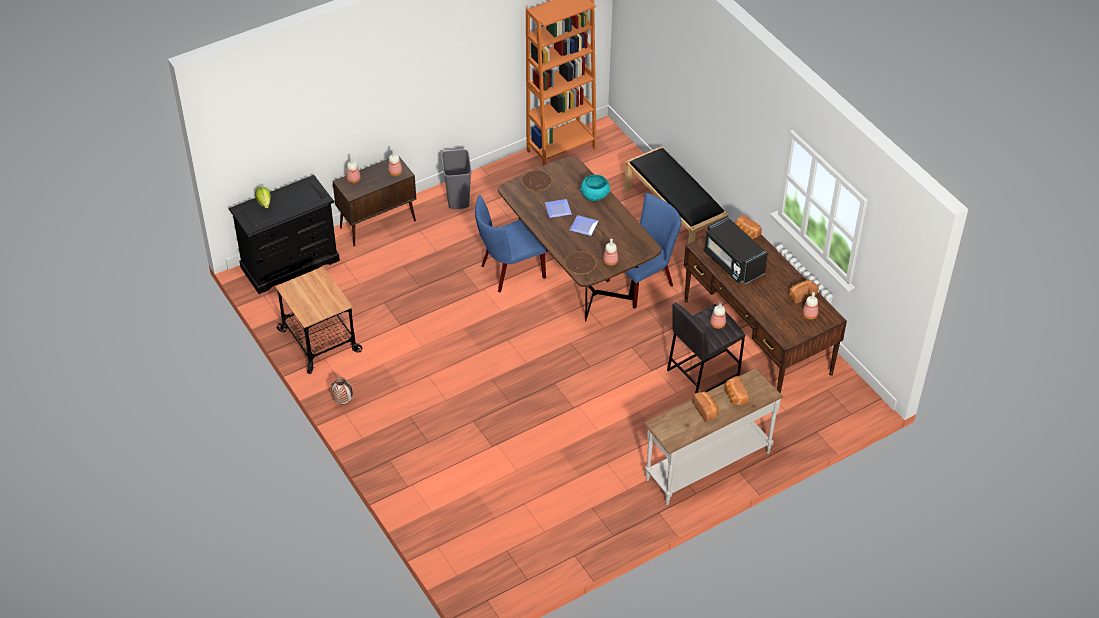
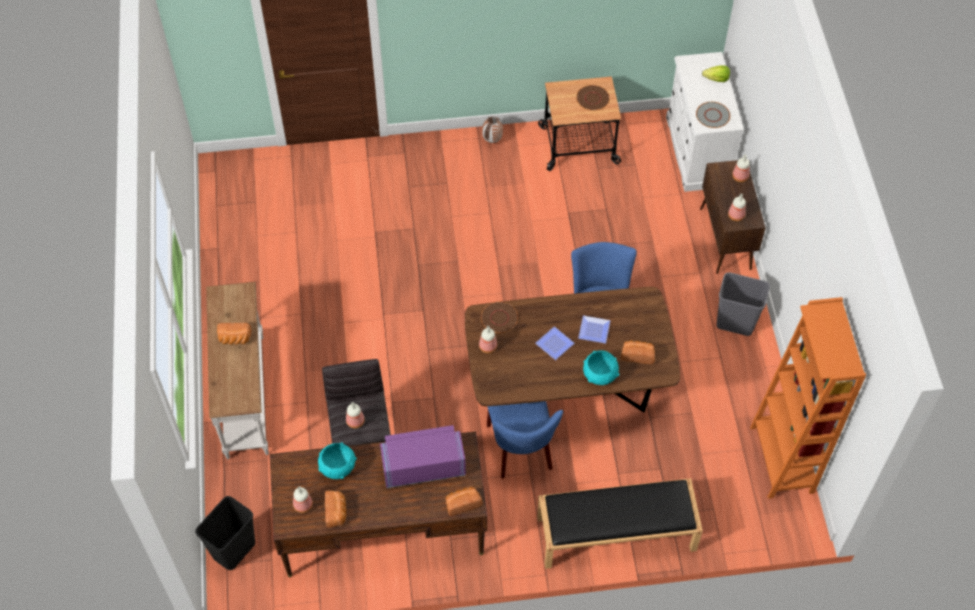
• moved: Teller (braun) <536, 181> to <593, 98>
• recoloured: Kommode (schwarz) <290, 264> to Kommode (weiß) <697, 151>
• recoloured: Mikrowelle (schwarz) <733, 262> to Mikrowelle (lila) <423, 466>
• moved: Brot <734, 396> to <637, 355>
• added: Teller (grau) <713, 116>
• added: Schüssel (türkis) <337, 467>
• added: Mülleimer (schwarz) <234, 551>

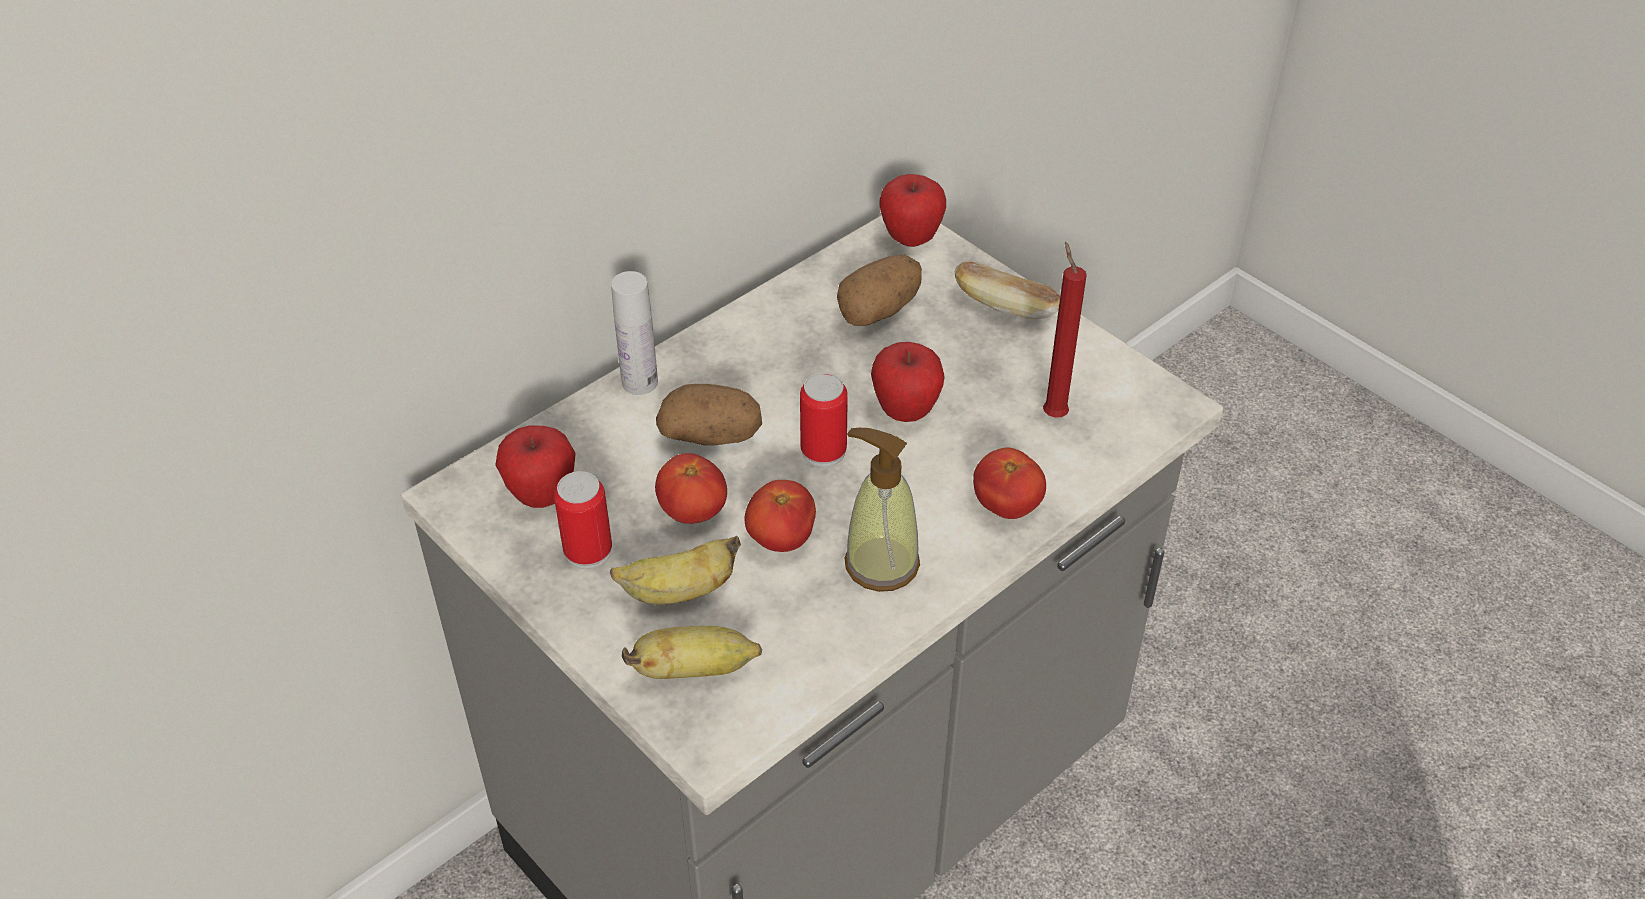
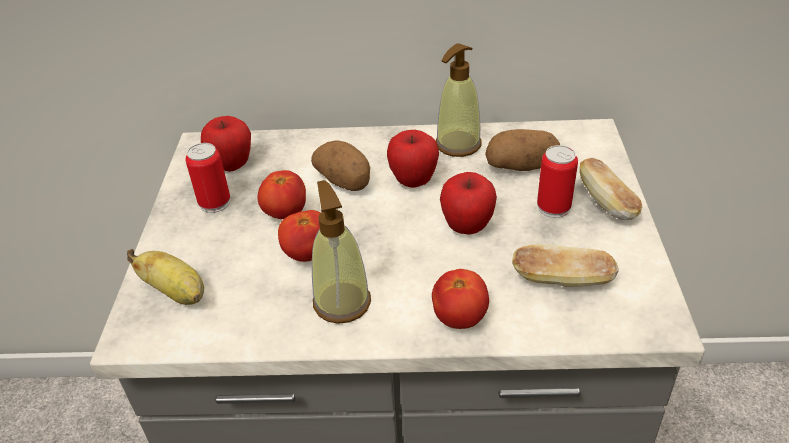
• moved: Apfel <911, 238> to <413, 181>
• replaced: Kerze (rot) <1052, 413> to Brot <562, 280>
• removed: Flasche (weiß) <640, 382>
• moved: Dose <823, 451> to <553, 207>
• removed: Banane <678, 592>
• added: Seifenspender <458, 144>

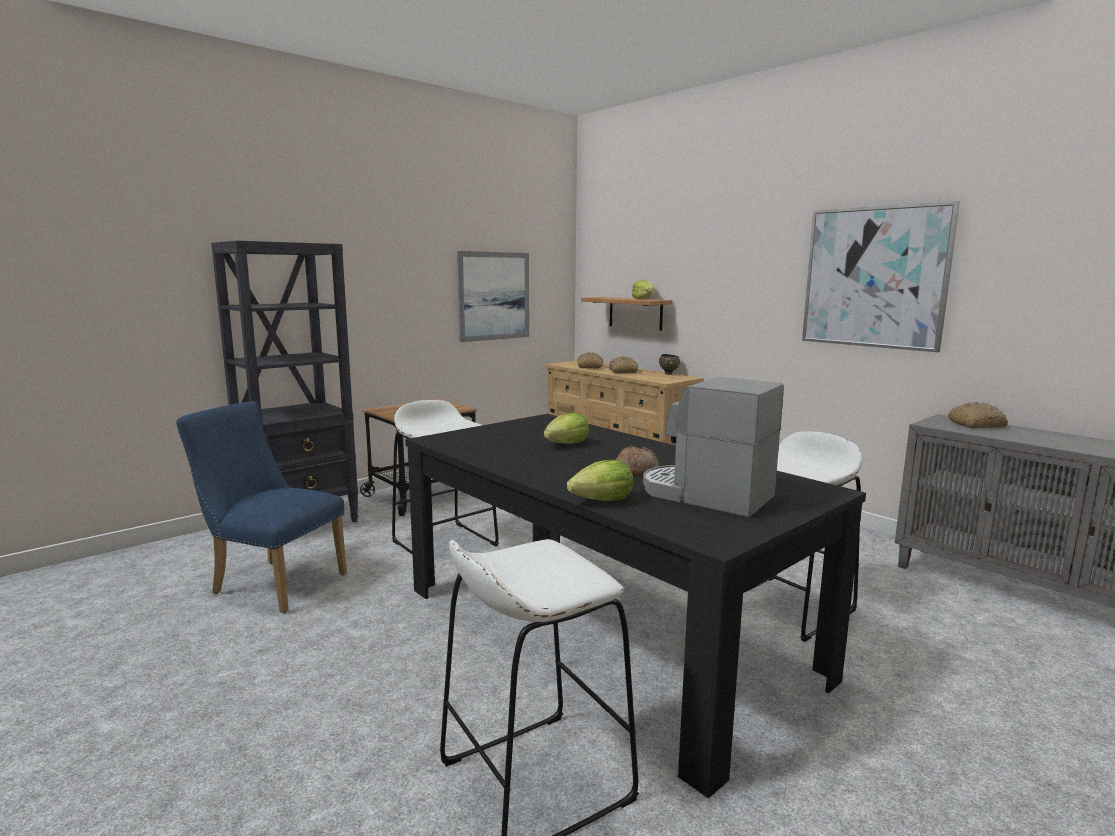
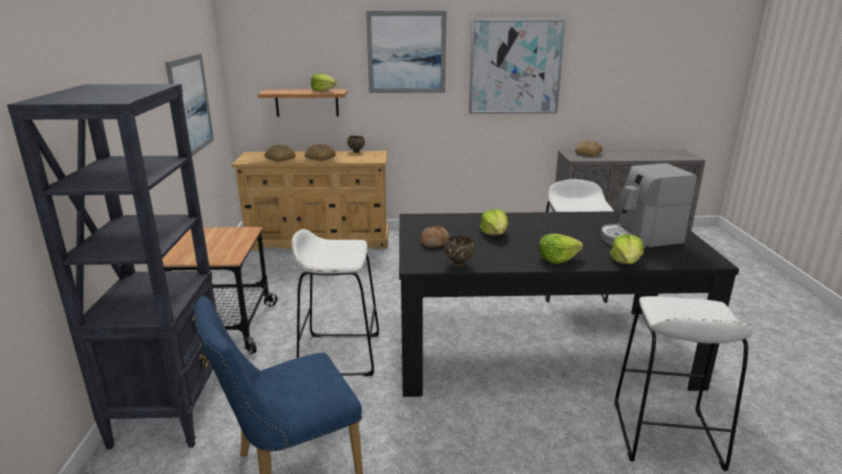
• moved: Brot <637, 470> to <434, 242>
• added: Bild <406, 52>
• added: Salatkopf <557, 259>
• added: Schüssel (braun) <459, 264>

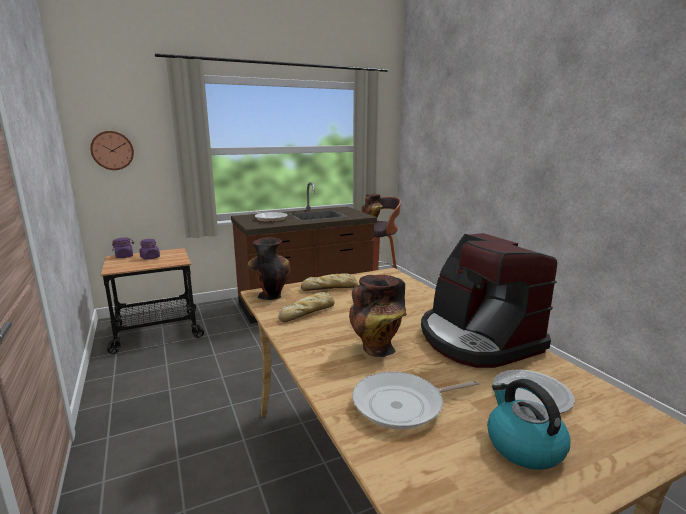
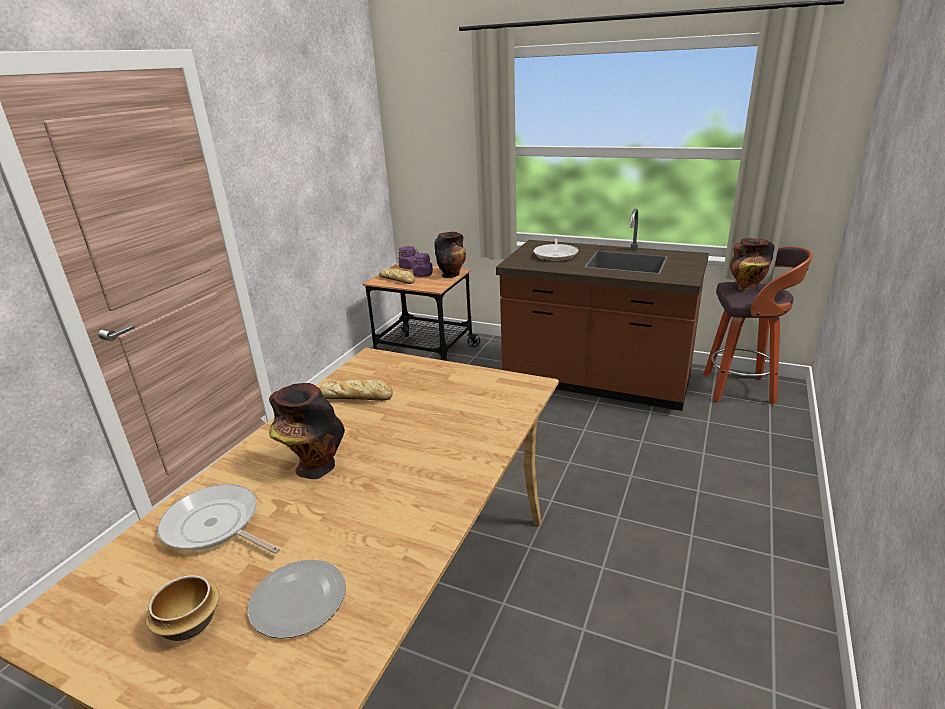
• removed: Wanduhr <112, 150>
• removed: Kaffeemaschine <477, 339>
• moved: Vase <270, 294> to <451, 275>
• moved: Brot <330, 288> to <397, 280>
• replaced: Wasserkessel <523, 446> to Schüssel <188, 624>

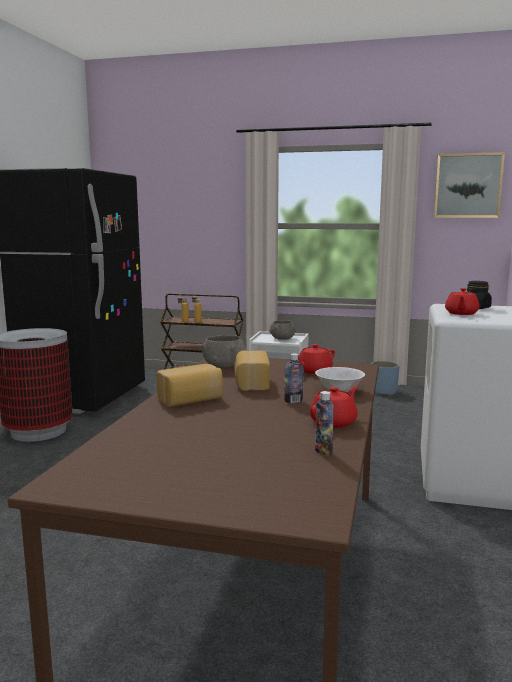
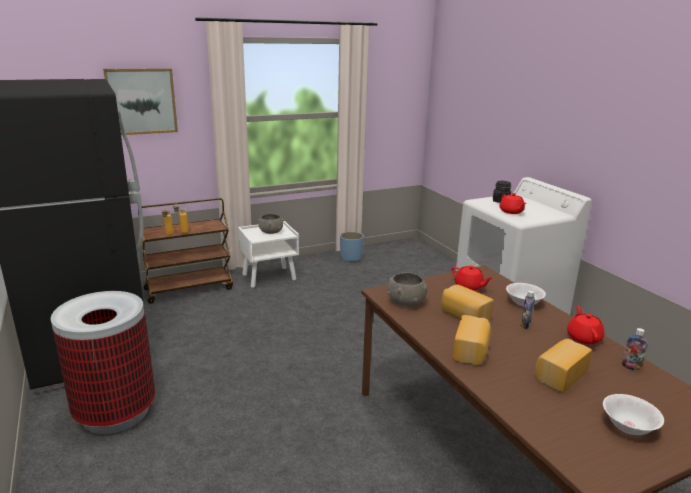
• moved: Bild <468, 186> to <141, 101>
• turned: Teekanne (rot) <313, 371> = <469, 287> 60 degrees counterclockwise
• added: Brot <559, 375>
• added: Schüssel (weiß) <628, 427>

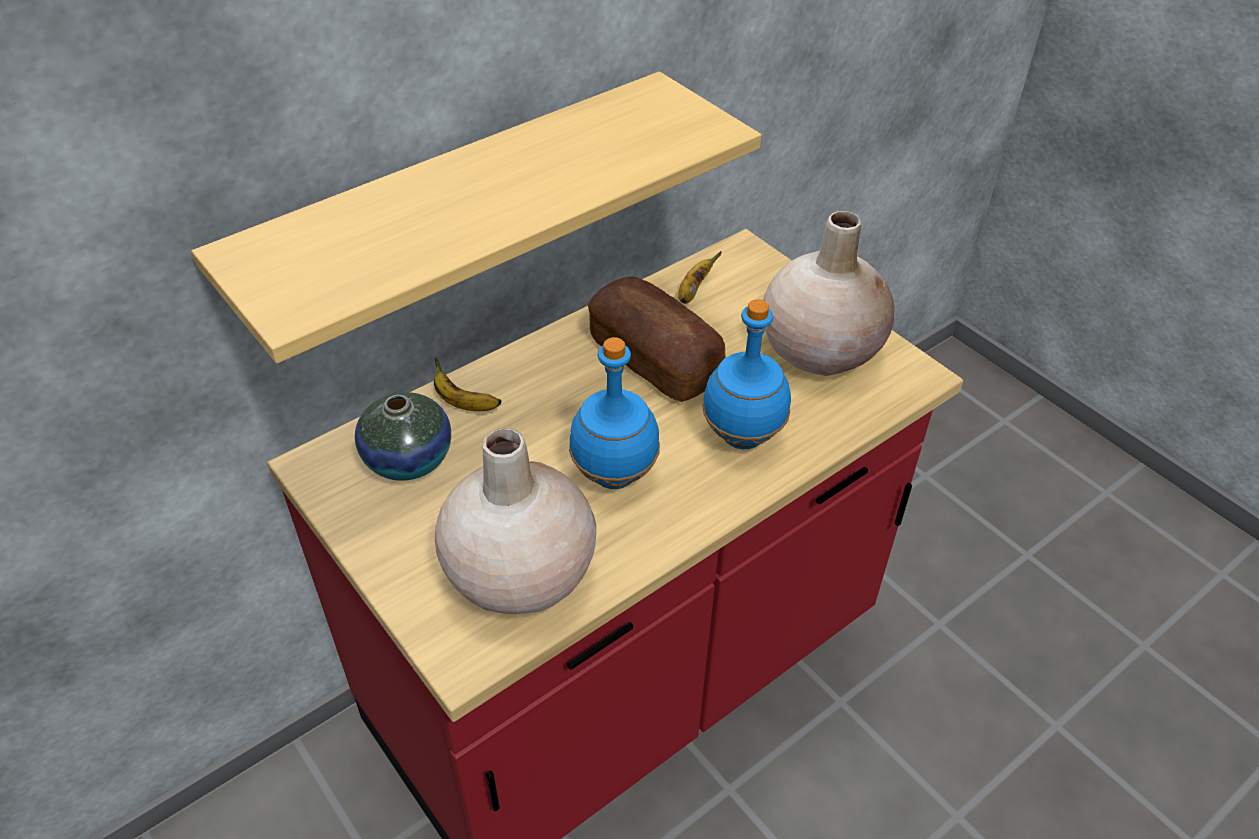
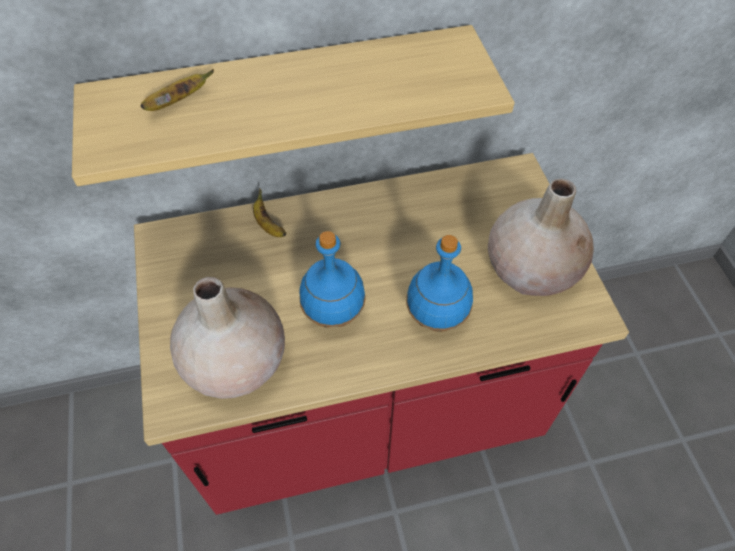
• moved: Banane <693, 291> to <178, 101>
• removed: Brot <654, 359>
• removed: Vase <408, 459>

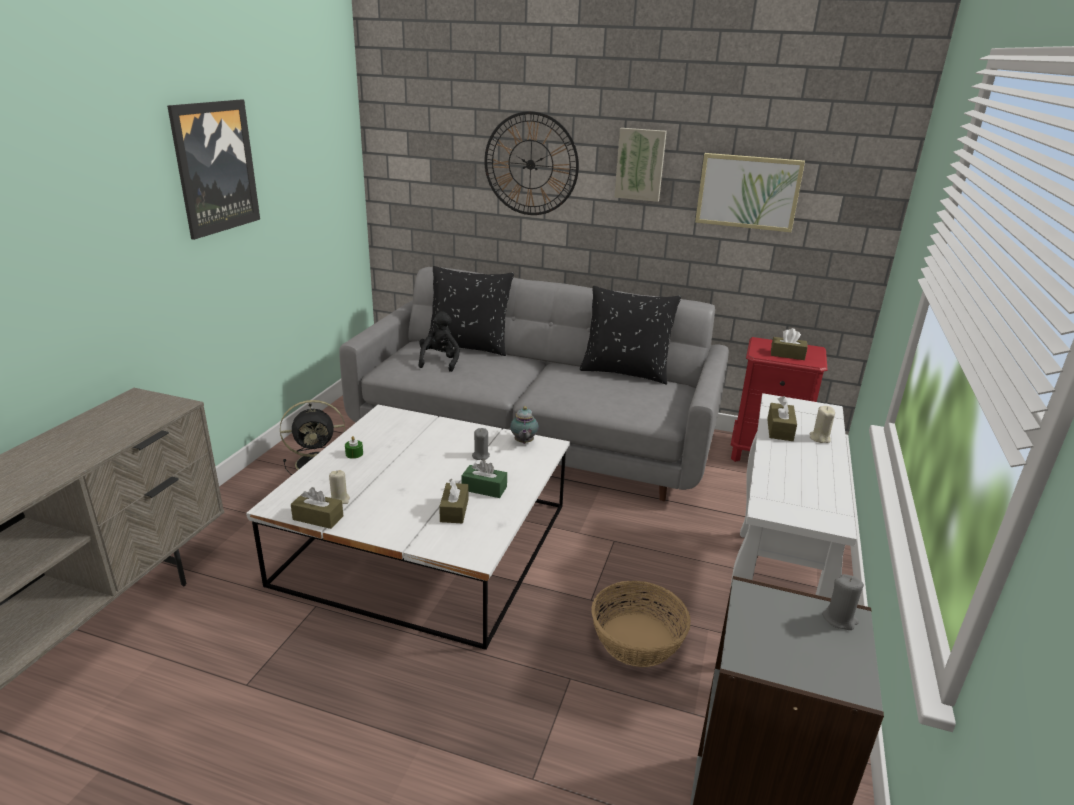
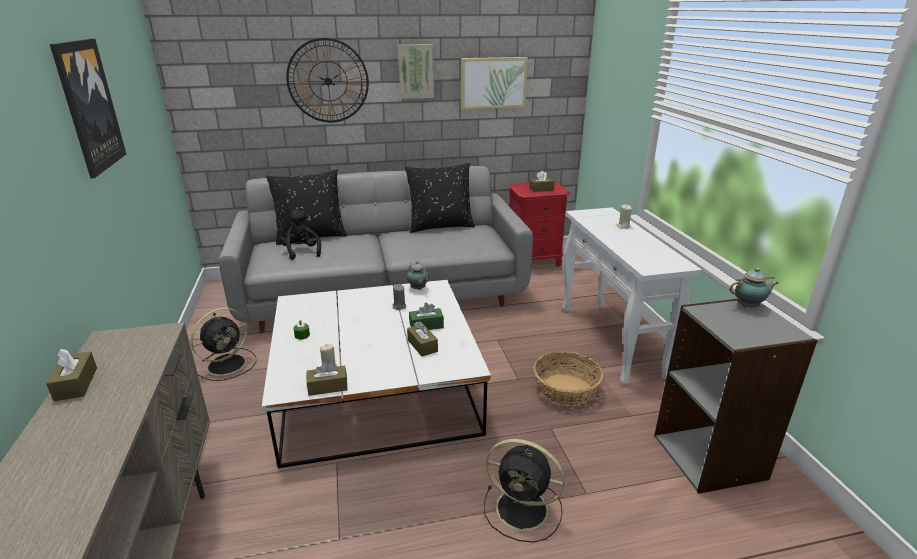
• moved: Taschentuchbox (braun) <780, 429> to <76, 384>
• replaced: Kerze (grau) <839, 619> to Teekanne <749, 307>
• added: Ventilator (schwarz) <524, 510>

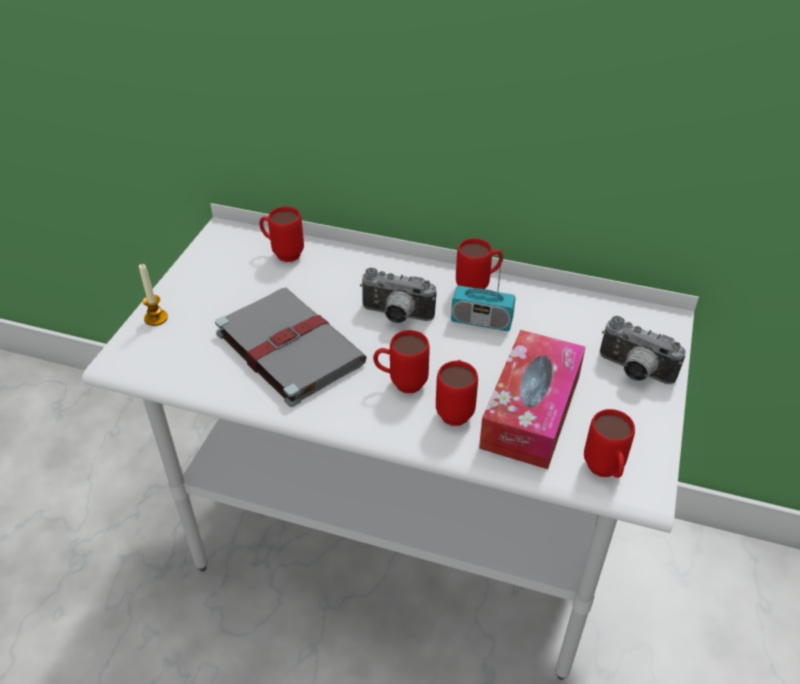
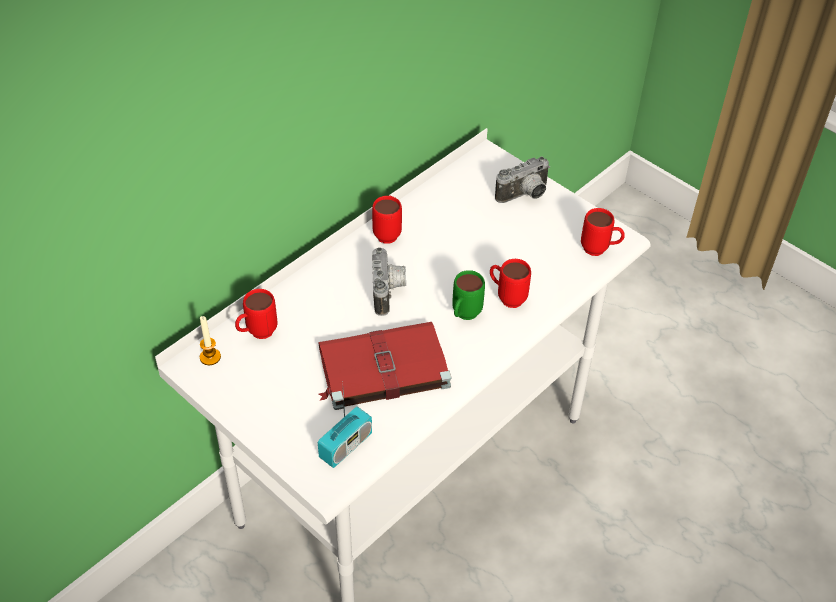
• moved: Radio <481, 321> to <346, 446>
• moved: Kerze <156, 318> to <210, 357>
• turned: Kamera <396, 316> = <389, 291> 45 degrees counterclockwise
• recoloured: Buch (grau) <287, 346> to Buch (rot) <381, 368>
• recoloured: Henkelbecher (rot) <401, 383> to Henkelbecher (grün) <464, 316>
• removed: Taschentuchbox <531, 411>

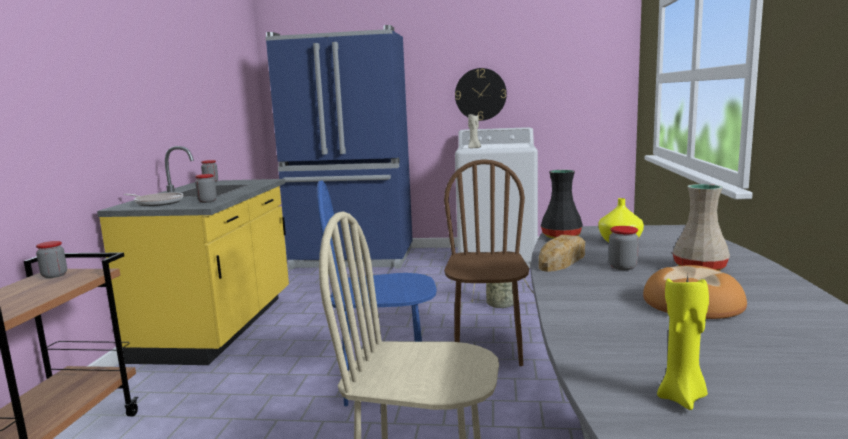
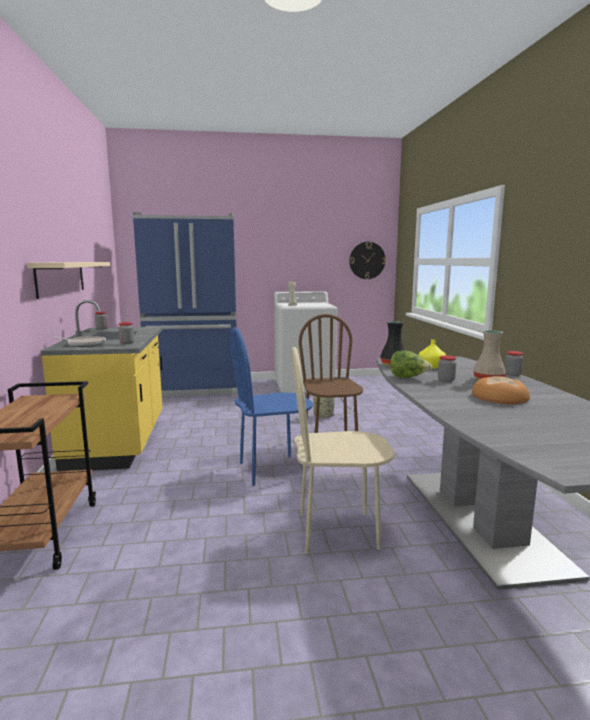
• moved: Wanduhr <480, 94> to <367, 260>
• replaced: Brot <563, 260> to Salatkopf <408, 378>
• moved: Vorratsglas <54, 275> to <512, 374>
• removed: Kerze (gelb) <682, 398>
• added: Wandregal (beige) <61, 278>

